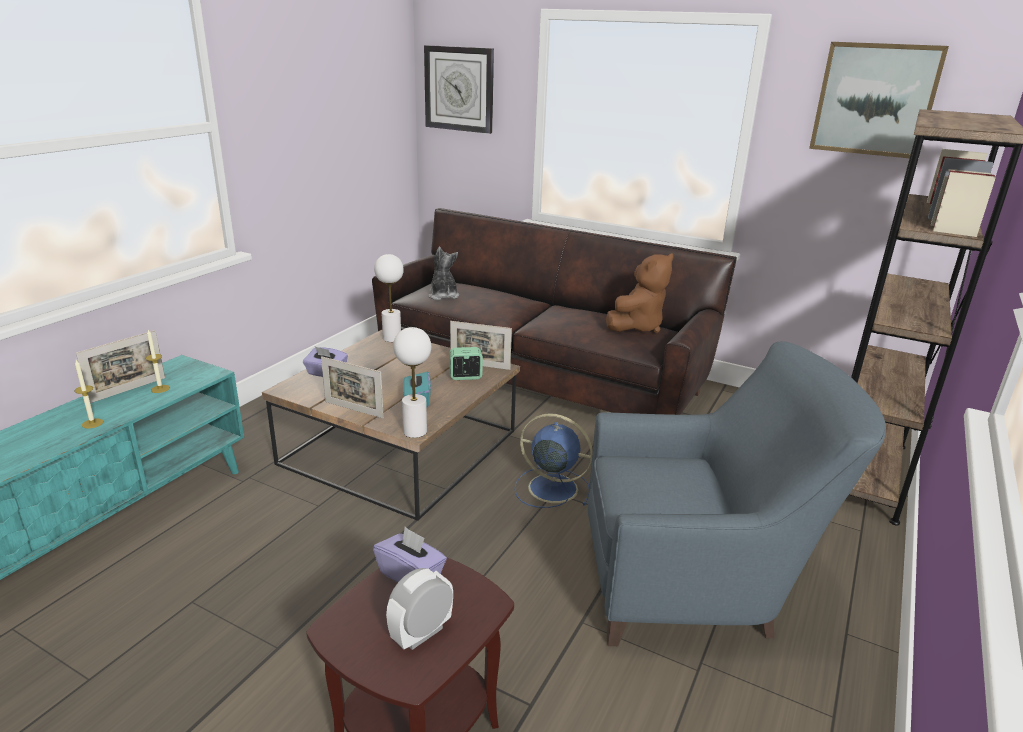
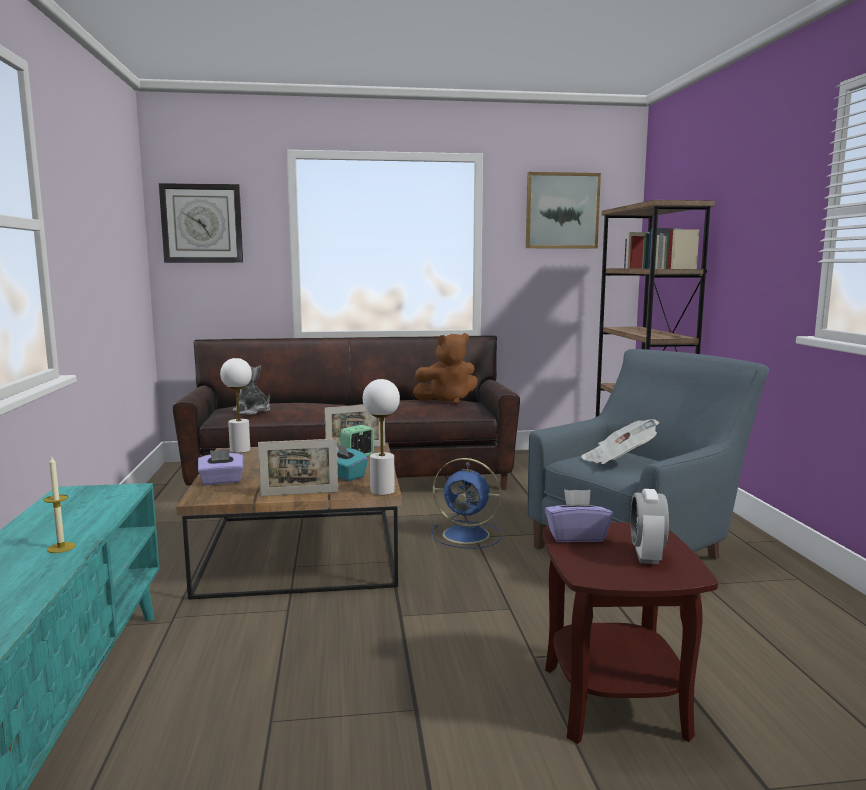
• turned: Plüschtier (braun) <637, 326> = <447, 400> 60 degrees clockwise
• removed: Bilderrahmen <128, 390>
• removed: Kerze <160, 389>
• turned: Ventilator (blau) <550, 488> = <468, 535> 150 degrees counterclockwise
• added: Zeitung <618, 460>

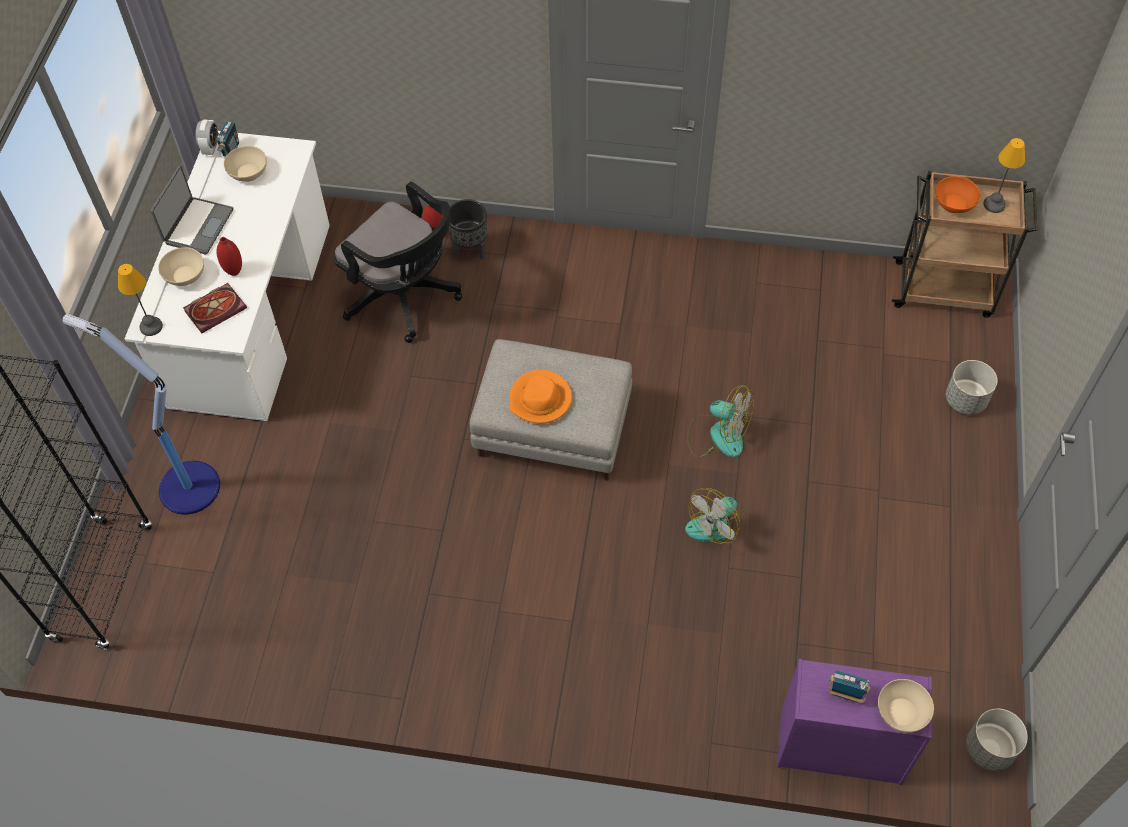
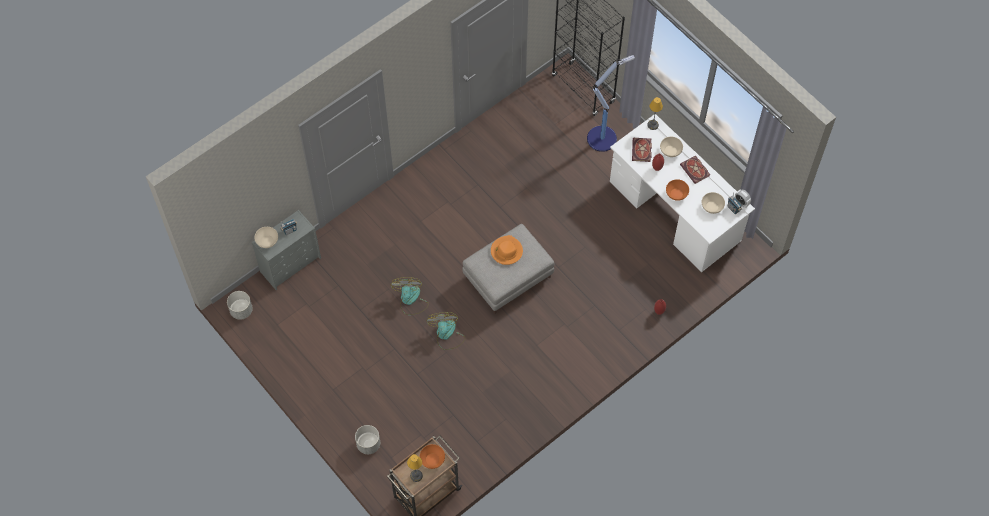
• replaced: Laptop <197, 226> to Buch <695, 170>
• removed: Bürostuhl (schwarz) <405, 298>
• removed: Pflanzkübel (schwarz) <470, 250>
• turned: Ventilator <718, 435> = <446, 335> 105 degrees clockwise
• recoloured: Kommode (lila) <838, 747> to Kommode (grau) <291, 264>
• added: Schüssel (orange) <676, 193>

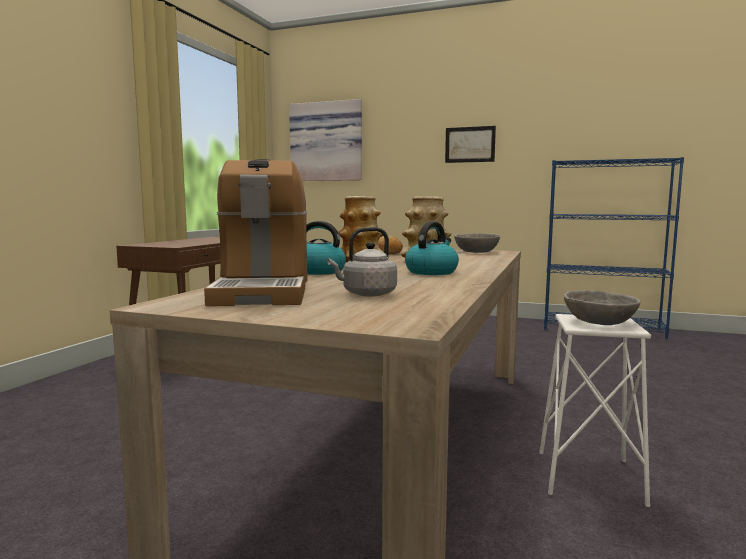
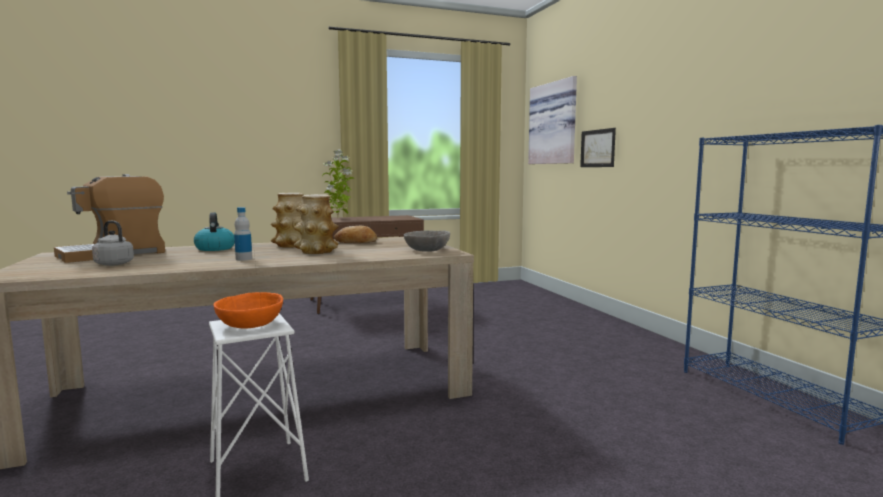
• moved: Bild <470, 144> to <597, 148>
• replaced: Wasserkessel <431, 272> to Flasche <244, 259>
• recoloured: Schüssel (grau) <599, 322> to Schüssel (orange) <251, 324>
• added: Topfpflanze <338, 218>

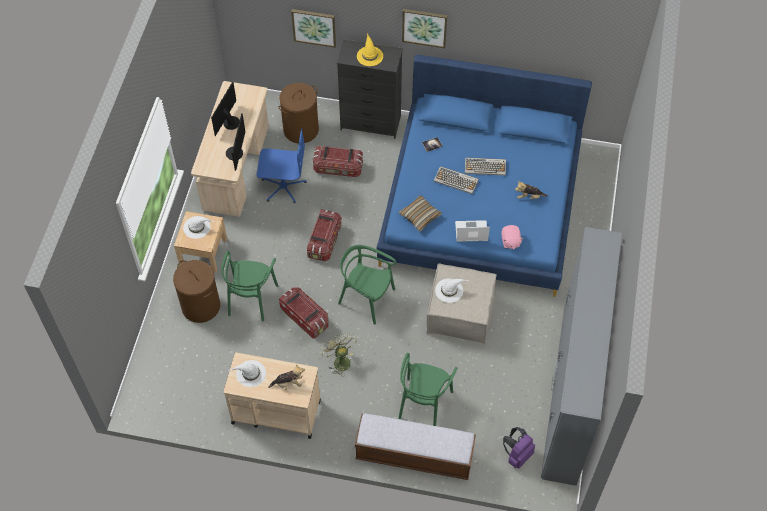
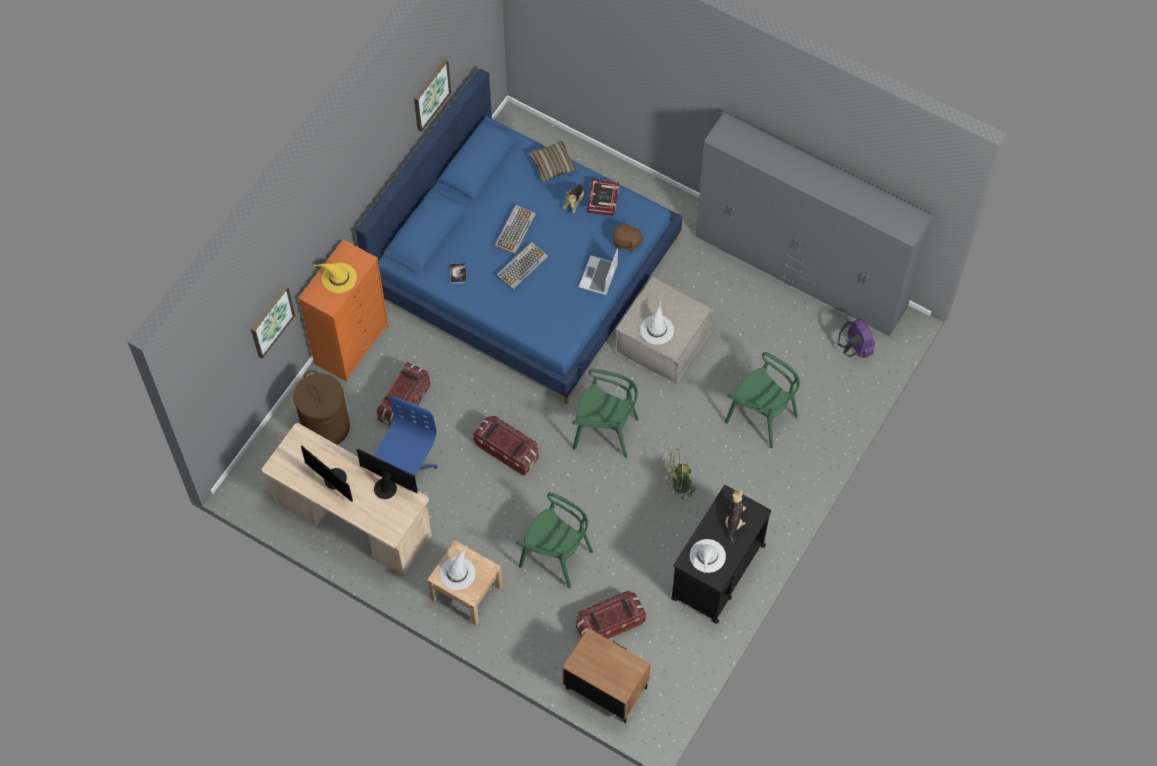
• moved: Bild <424, 27> to <431, 94>
• recoloured: Kommode (schwarz) <371, 123> to Kommode (orange) <352, 344>
• moved: Kissen <420, 216> to <552, 165>
• recoloured: Plüschtier (rosa) <510, 241> to Plüschtier (braun) <627, 242>
• turned: Stuhl (grün) <366, 298> = <605, 431> 120 degrees counterclockwise
• removed: Wäschekorb (braun) <201, 306>
• moved: Aufbewahrungsbox <305, 317> to <609, 624>
• recoloured: Rollwagen (beige) <275, 411> to Rollwagen (schwarz) <717, 572>
• removed: Bank <414, 455>
• added: Buch <603, 200>
• added: Nachttisch (braun) <605, 689>

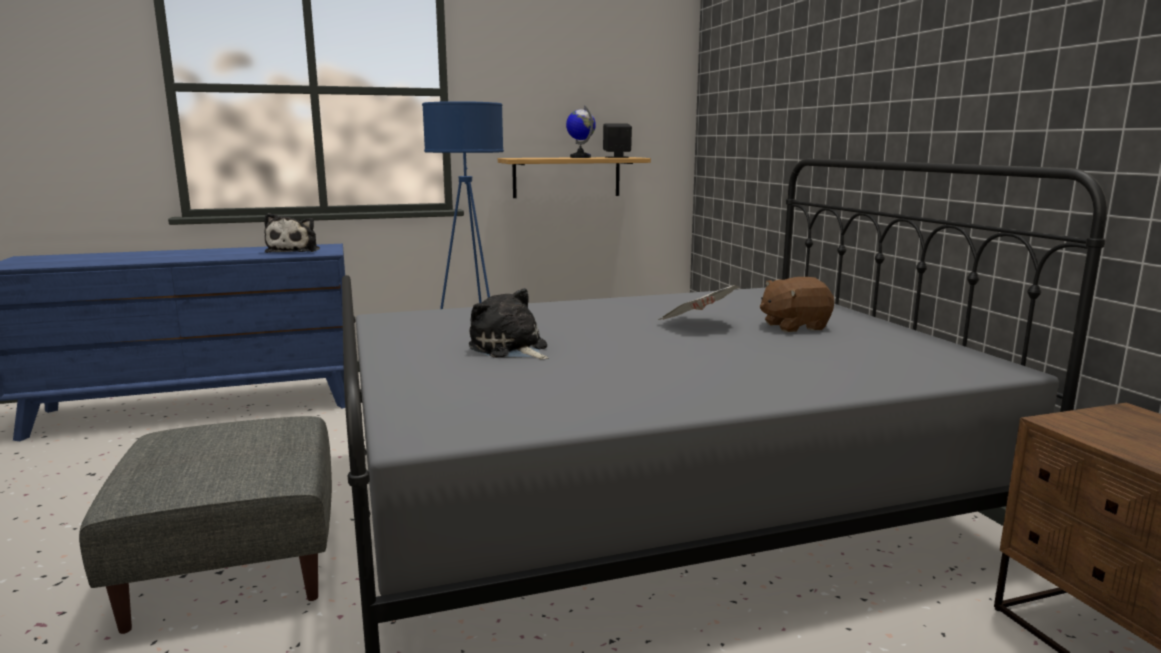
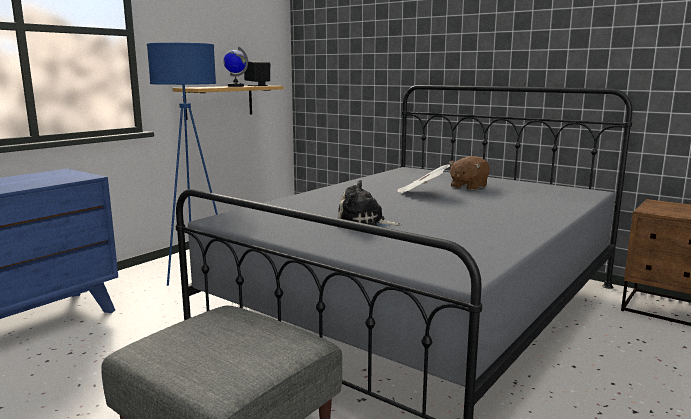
• removed: Plüschtier <295, 251>

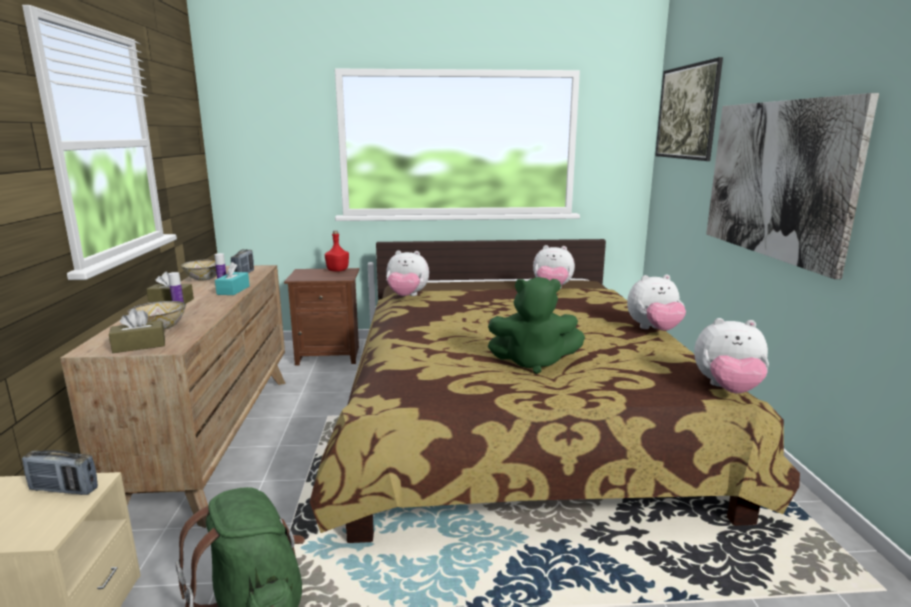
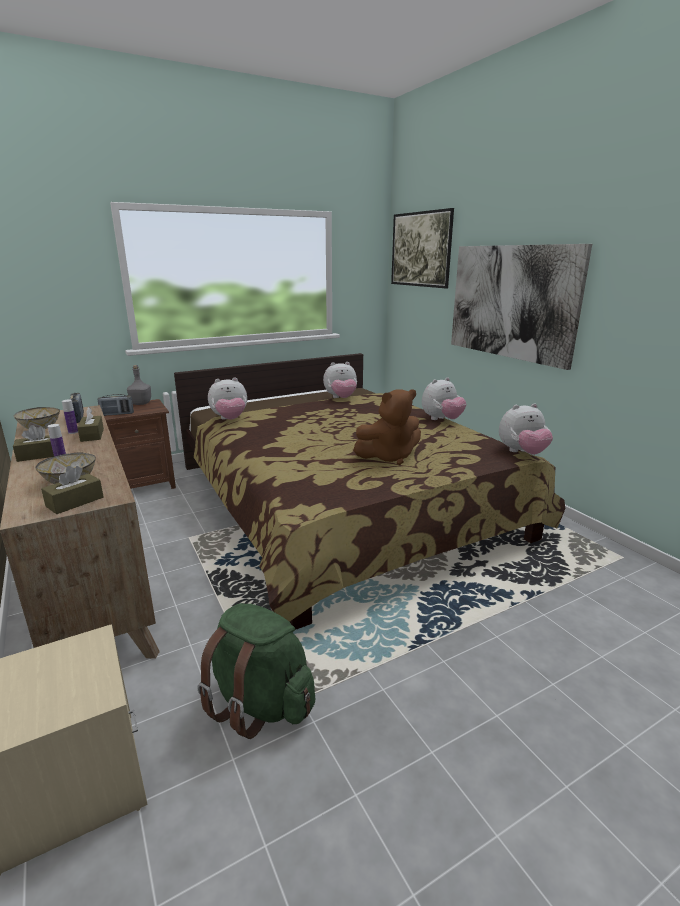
• recoloured: Flasche (rot) <337, 270> to Flasche (grau) <140, 403>
• recoloured: Taschentuchbox (türkis) <233, 290> to Taschentuchbox (braun) <92, 435>
• recoloured: Plüschtier (grün) <533, 362> to Plüschtier (braun) <389, 457>
• moved: Radio <64, 489> to <117, 414>

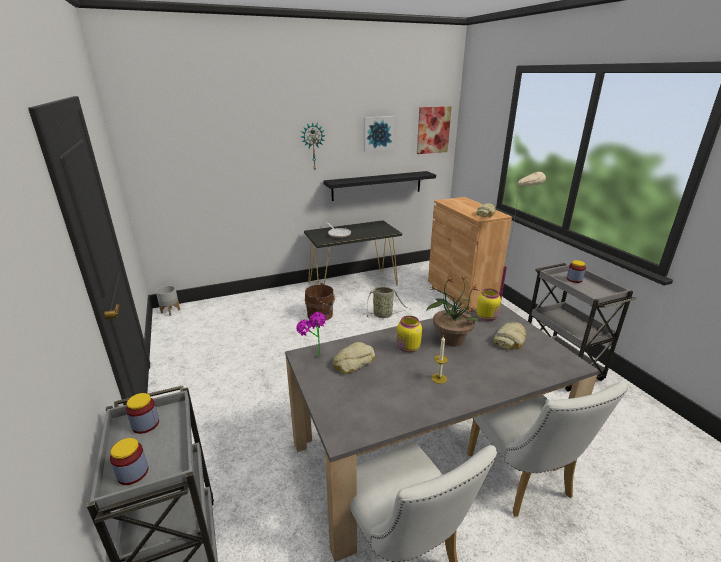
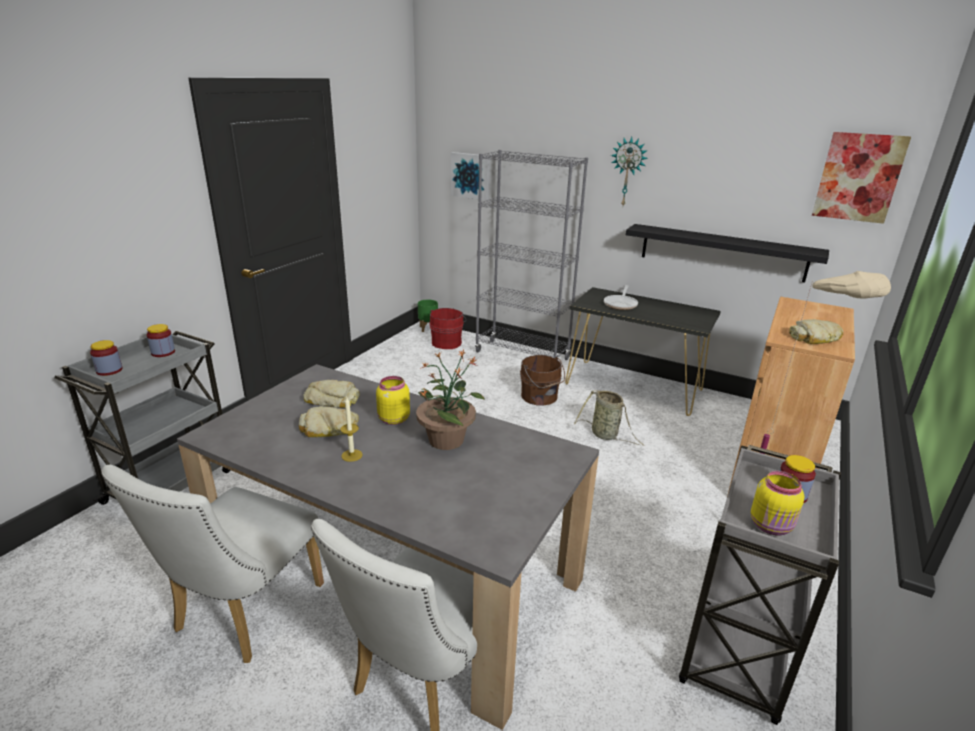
• moved: Bild <378, 133> to <471, 175>
• recoloured: Pflanzkübel (grau) <170, 311> to Pflanzkübel (grün) <428, 328>
• moved: Vorratsglas (gelb) <487, 317> to <771, 526>
• removed: Topfpflanze <313, 355>
• moved: Brot <510, 340> to <329, 428>
• added: Bücherregal (grau) <522, 356>
• added: Eimer (rot) <447, 342>

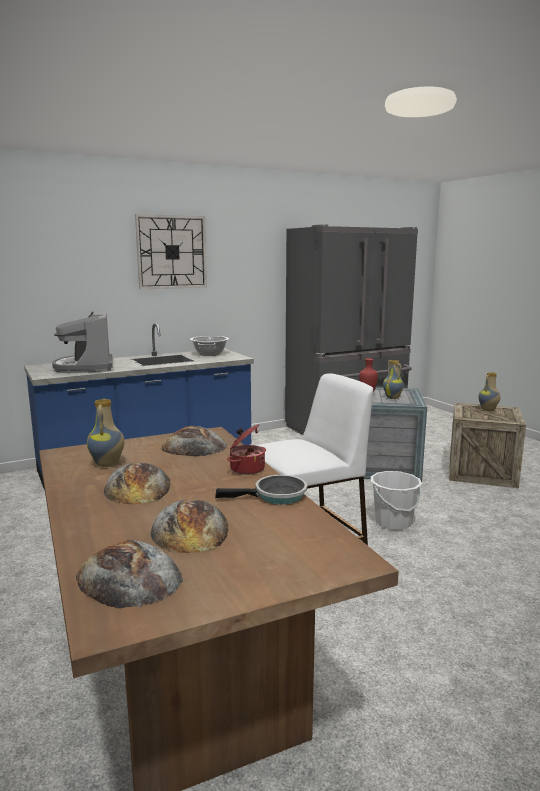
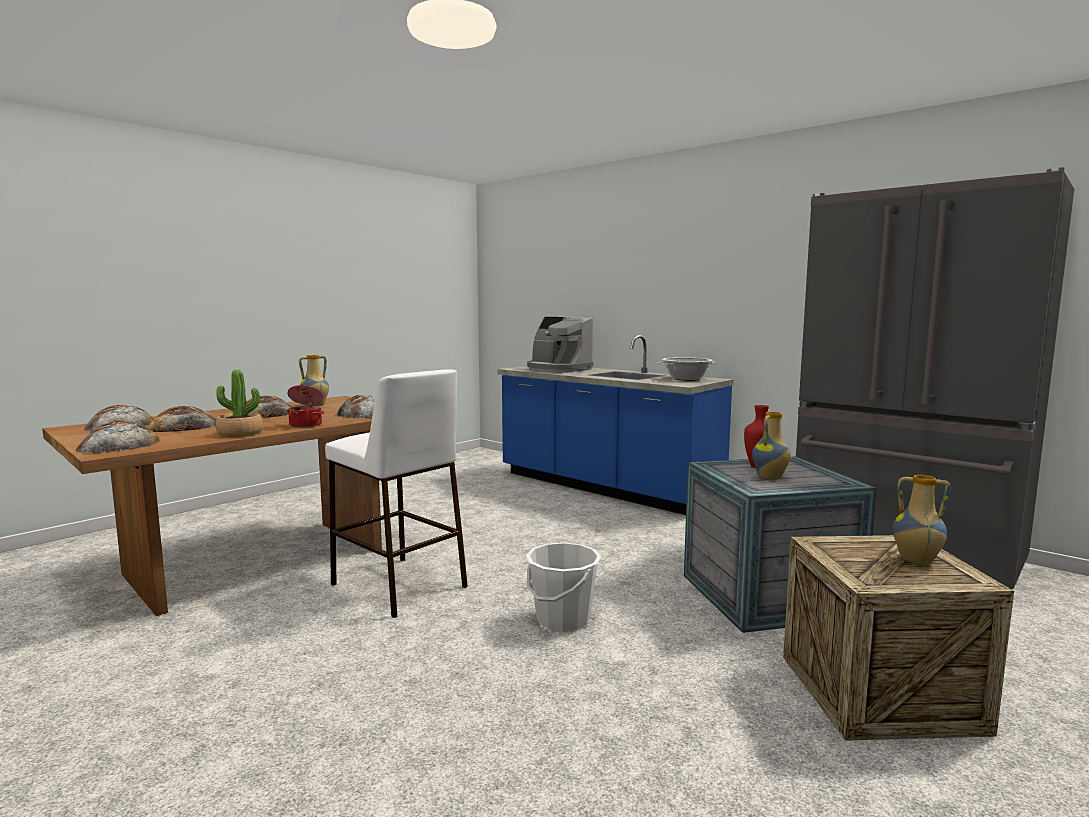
• removed: Wanduhr <171, 252>
• turned: Kaffeemaschine <85, 367> = <557, 369> 105 degrees counterclockwise
• replaced: Pfanne <276, 496> to Topfpflanze <240, 433>
• added: Brot <119, 445>

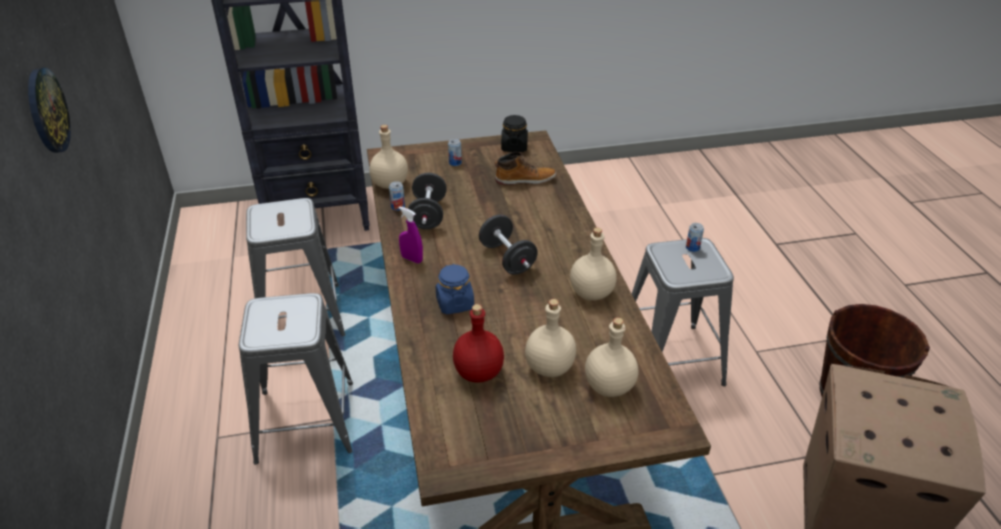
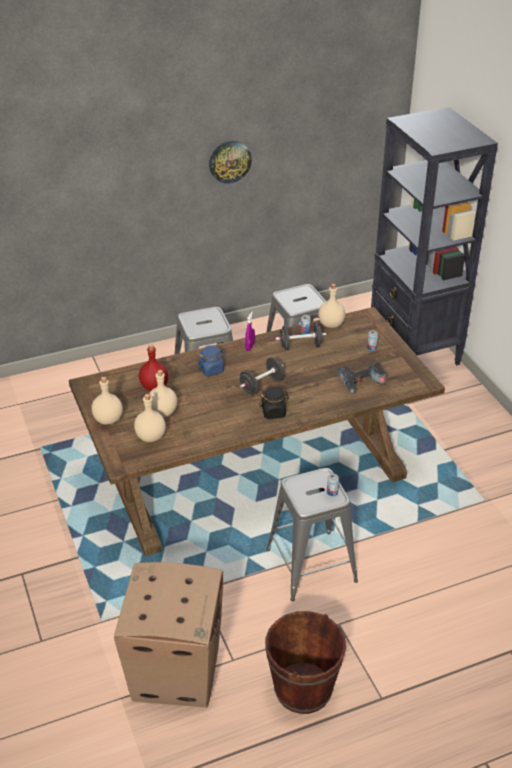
• moved: Vorratsglas (schwarz) <514, 147> to <274, 412>
• replaced: Stiefel <525, 179> to Bohrmaschine <362, 383>
• moved: Flasche (beige) <591, 292> to <109, 419>

